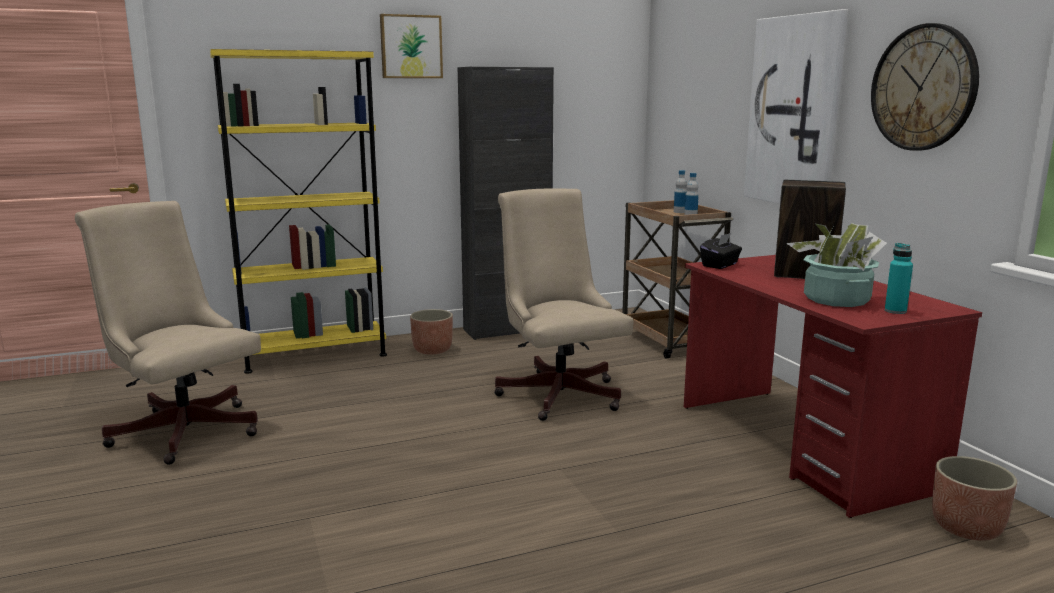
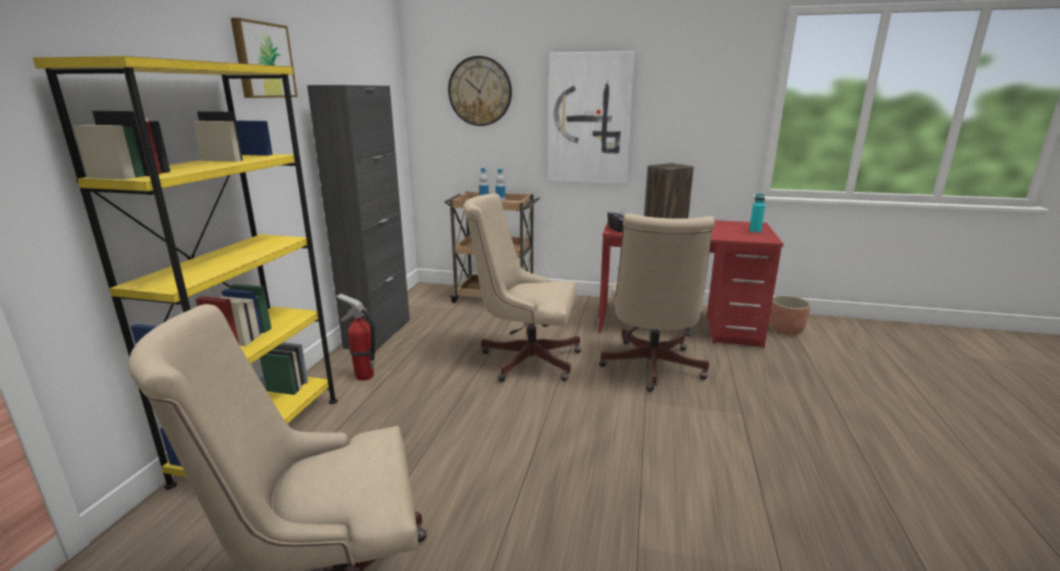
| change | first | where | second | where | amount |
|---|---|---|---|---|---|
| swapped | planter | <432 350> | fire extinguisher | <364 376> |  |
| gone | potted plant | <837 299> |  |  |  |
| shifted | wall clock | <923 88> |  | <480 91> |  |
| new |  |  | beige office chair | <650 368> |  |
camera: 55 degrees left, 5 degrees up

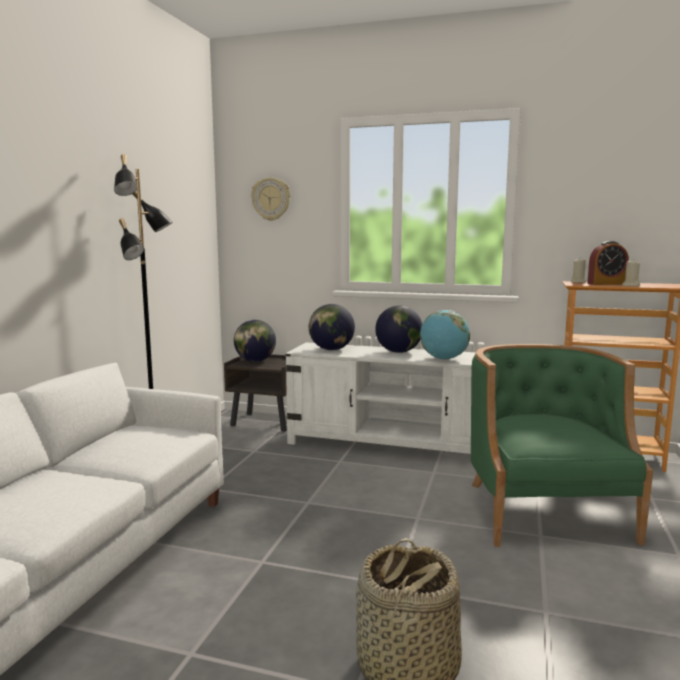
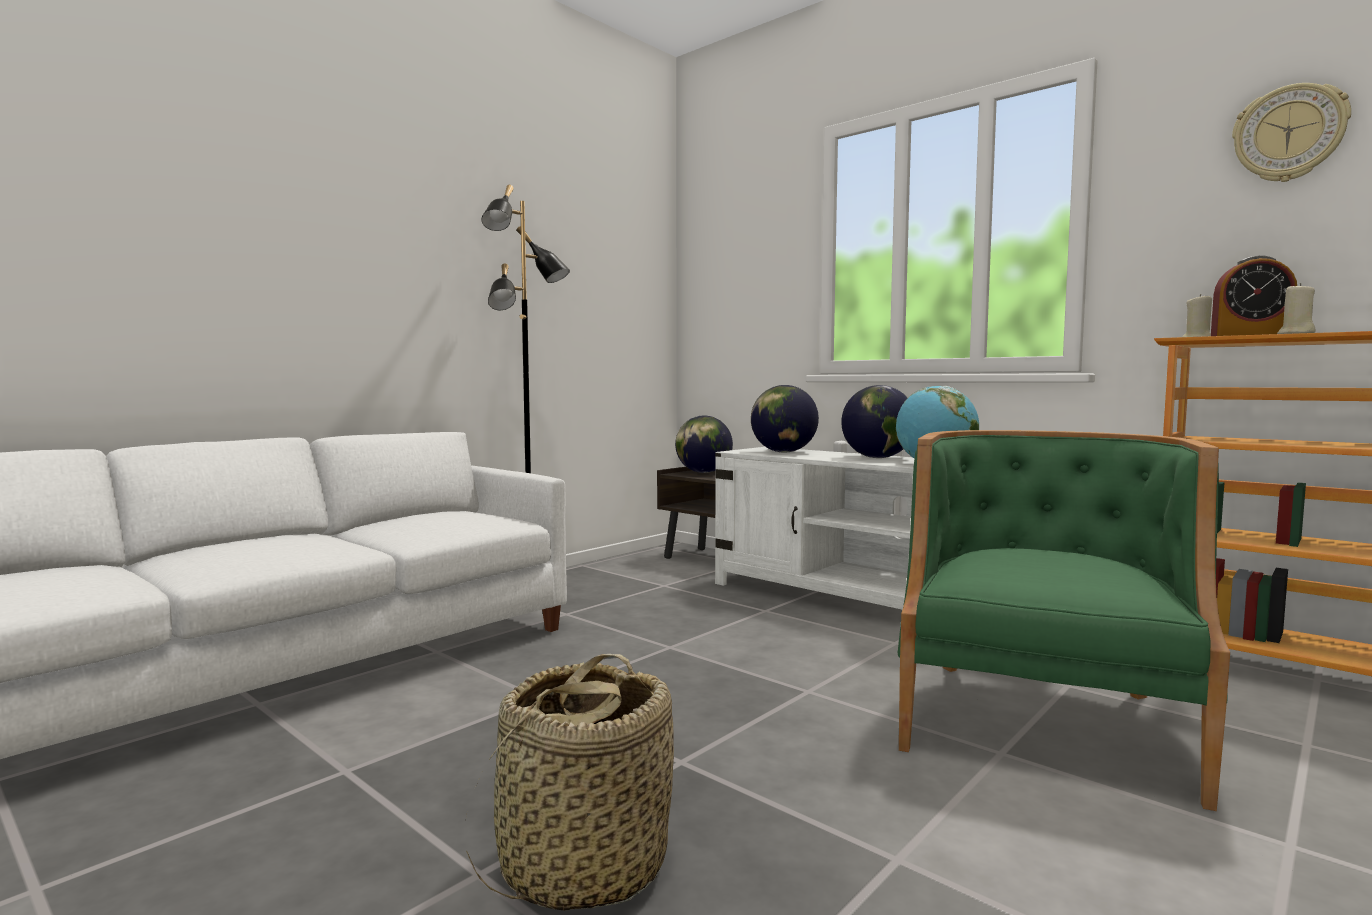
| change | first | where | second | where | amount |
|---|---|---|---|---|---|
| shifted | wall clock | <271 199> |  | <1289 134> |  |
camera: 25 degrees right, 5 degrees down

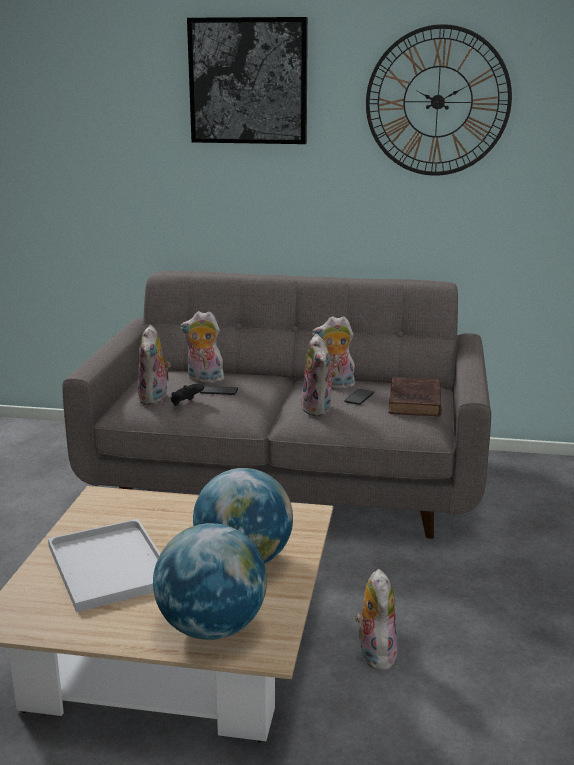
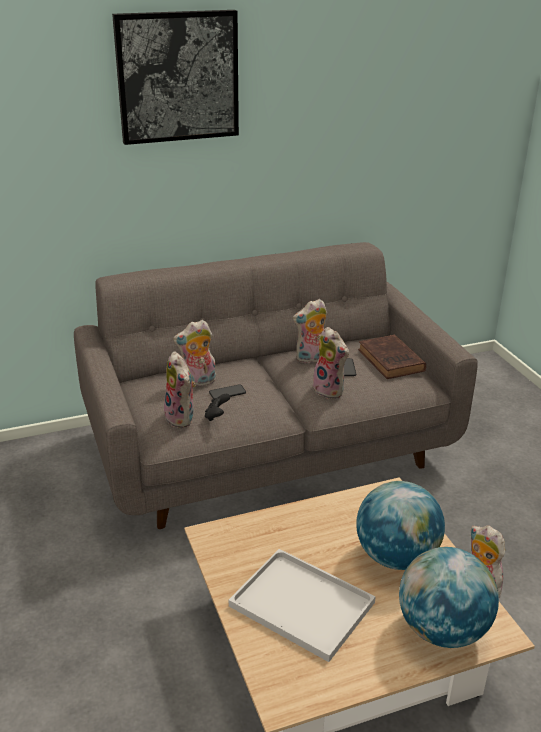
| change | first | where | second | where | amount |
|---|---|---|---|---|---|
| gone | wall clock | <437 102> |  |  |  |
camera: 30 degrees left, 10 degrees up

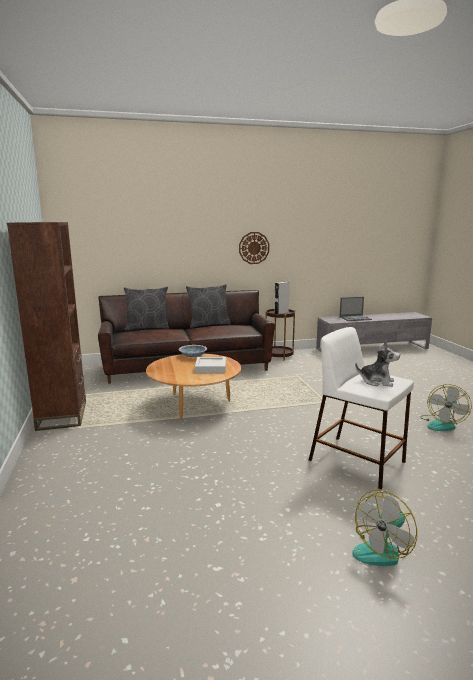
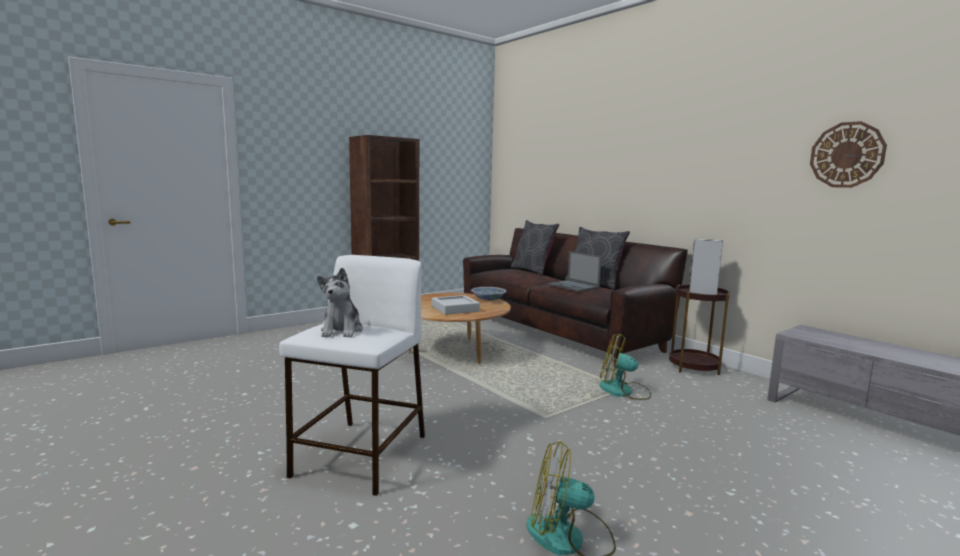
| change | first | where | second | where | amount |
|---|---|---|---|---|---|
| shifted | wall clock | <254 248> |  | <847 155> |  |
| shifted | laptop | <355 318> |  | <573 286> |  |
| shifted | fan | <382 549> |  | <623 391> |  |
camera: 65 degrees right, 5 degrees down

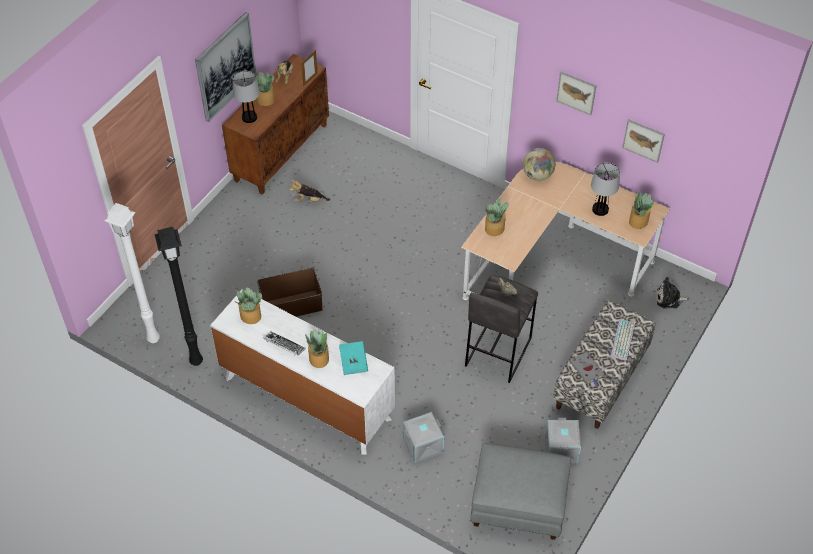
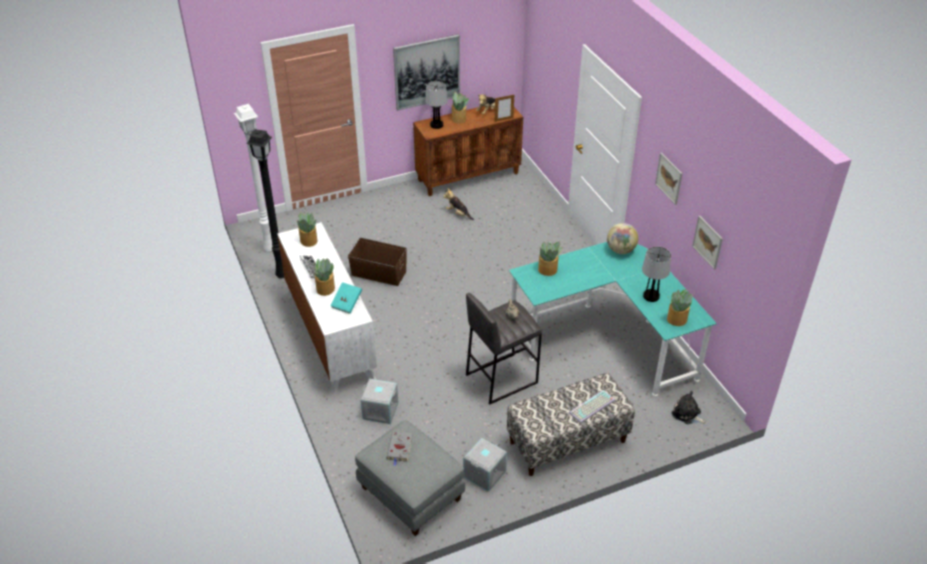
| change | first | where | second | where | amount |
|---|---|---|---|---|---|
| repainted | beige desk | <552 262> | turquoise desk | <607 339> |  |
| shifted | grey book | <587 370> |  | <400 449> |  |
camera: 35 degrees right, 10 degrees down

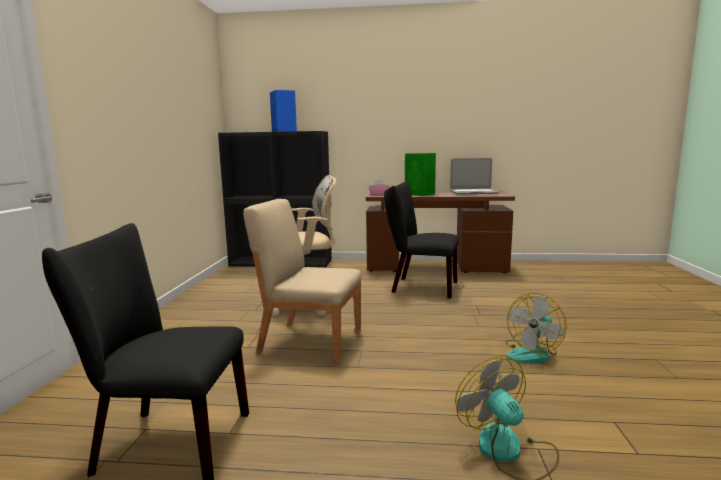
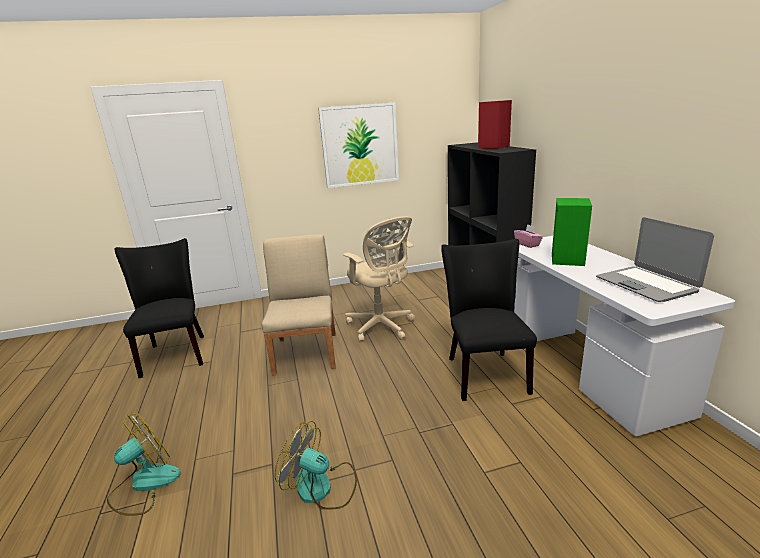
| change | first | where | second | where | amount |
|---|---|---|---|---|---|
| repainted | blue speaker | <284 131> | red speaker | <493 147> |  |
| repainted | brown desk | <435 266> | white desk | <583 365> |  |
| new |  |  | picture | <360 145> |  |
camera: 70 degrees right, 10 degrees up

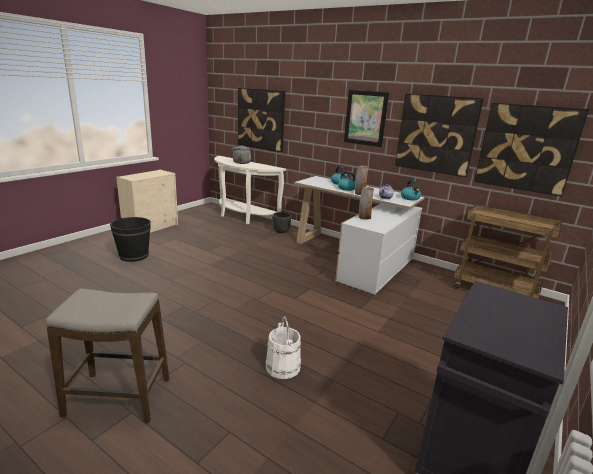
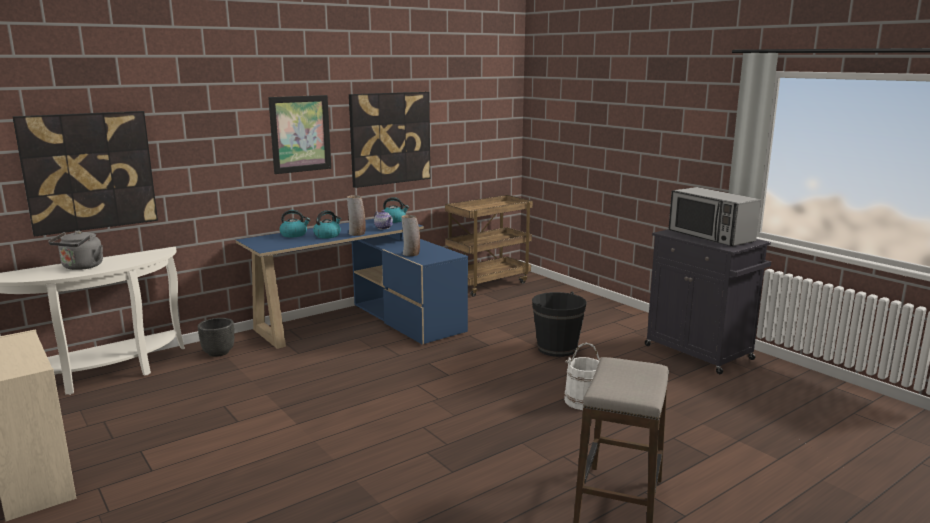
| change | first | where | second | where | amount |
|---|---|---|---|---|---|
| shifted | black bucket | <134 256> |  | <557 348> |  |
| repainted | white desk | <354 257> | blue desk | <362 323> |  |
| gone | picture | <526 148> |  |  |  |
| new |  |  | microwave | <710 236> |  |
camera: 70 degrees left, 5 degrees down

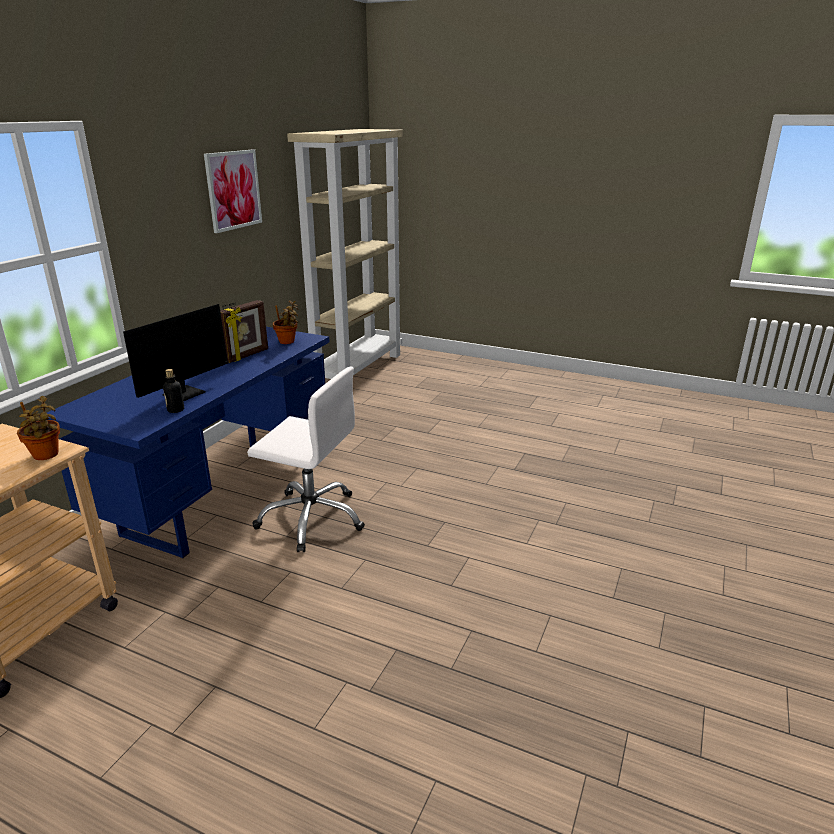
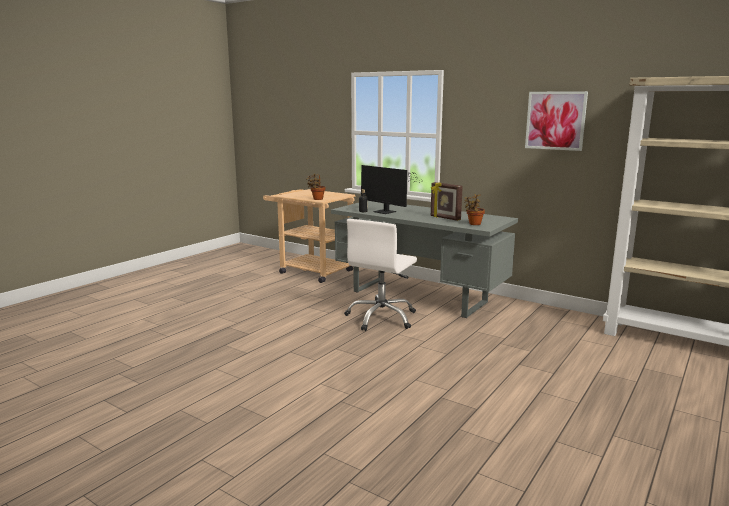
| change | first | where | second | where | amount |
|---|---|---|---|---|---|
| repainted | blue desk | <223 492> | grey desk | <419 297> |  |
camera: 100 degrees right, 10 degrees down

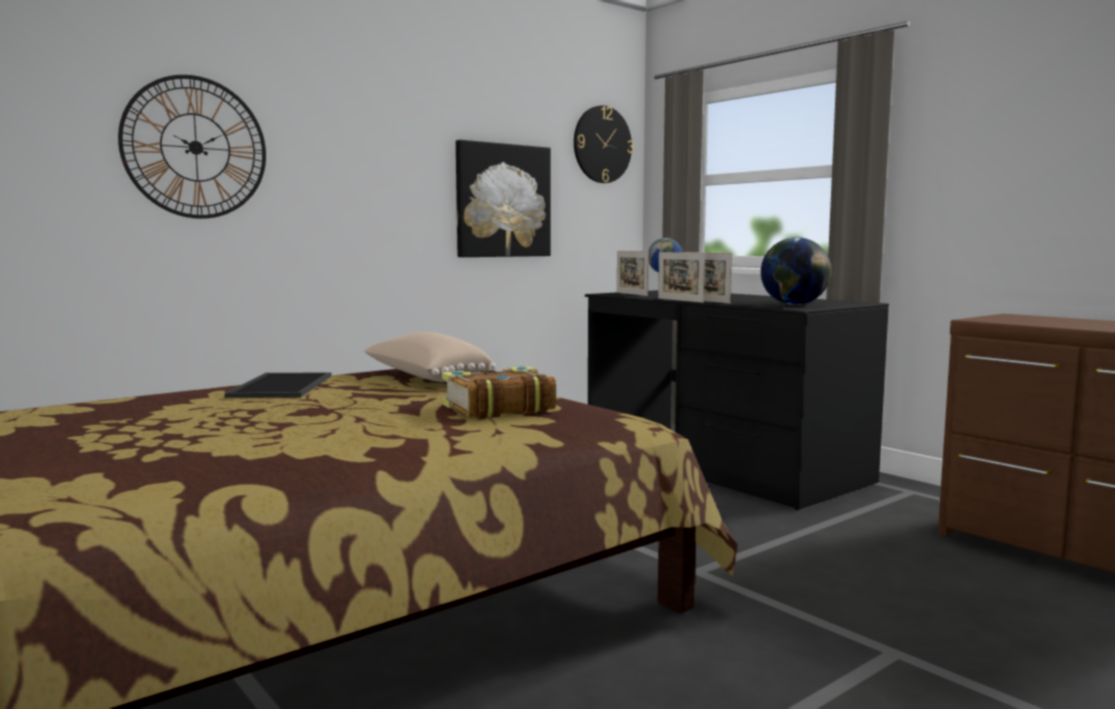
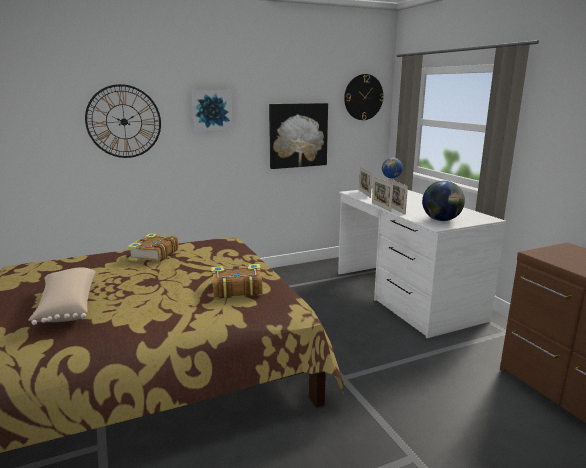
| change | first | where | second | where | amount |
|---|---|---|---|---|---|
| swapped | tray | <283 386> | book | <153 255> |  |
| shifted | beige pillow | <426 379> |  | <66 307> |  |
| repainted | black desk | <721 464> | white desk | <405 295> |  |
| new |  |  | picture | <211 110> |  |
camera: 15 degrees right, 10 degrees up

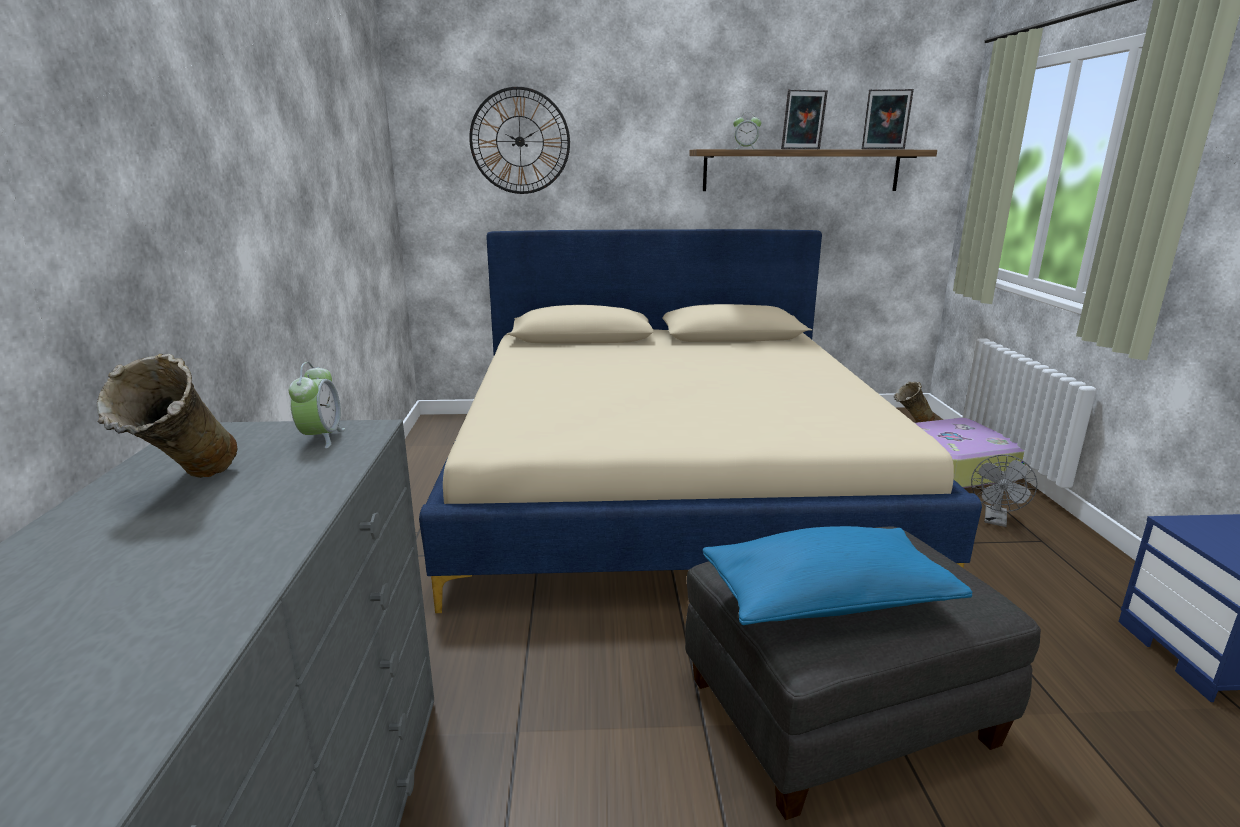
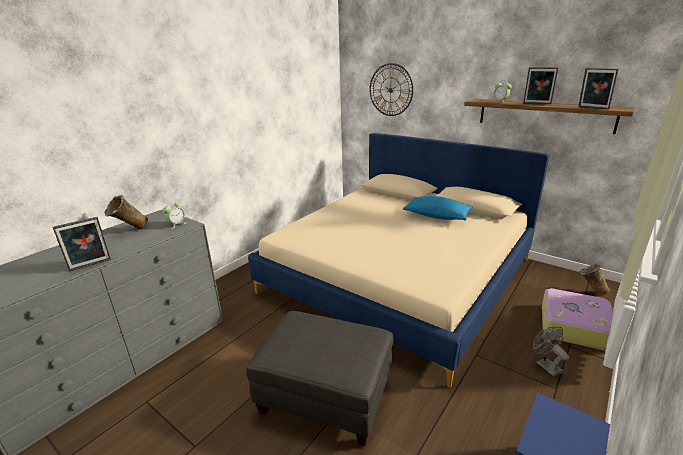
| change | first | where | second | where | amount |
|---|---|---|---|---|---|
| shifted | blue pillow | <826 601> |  | <437 216> |  |
| rotated | grey fan | <995 521> |  | <545 365> | 90 degrees clockwise |
| new |  |  | picture frame | <90 265> |  |
camera: 40 degrees right, 5 degrees up

